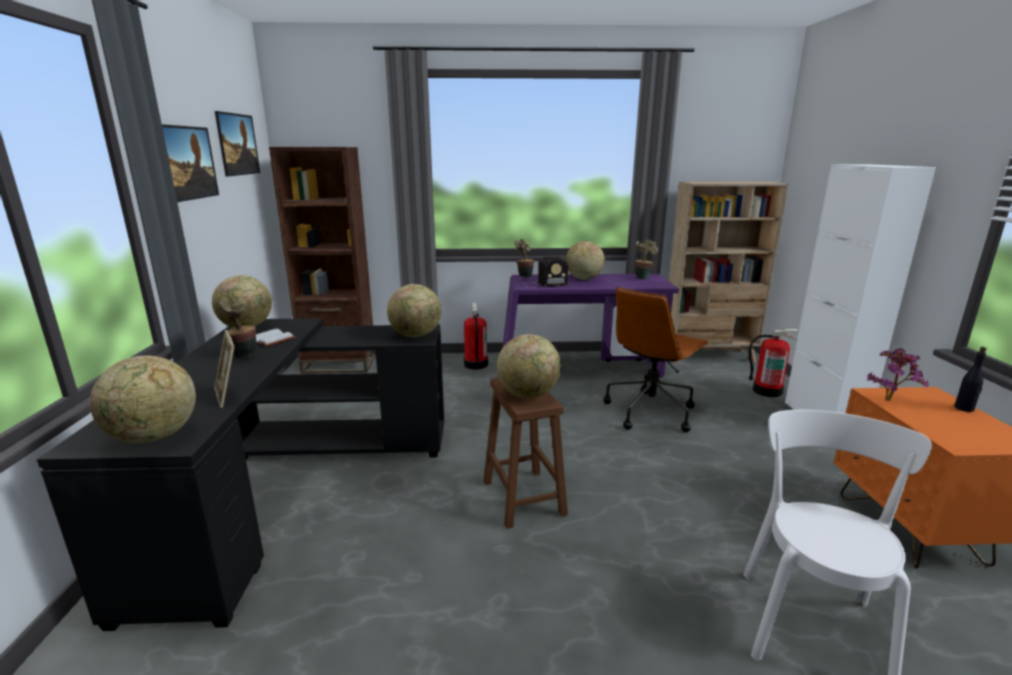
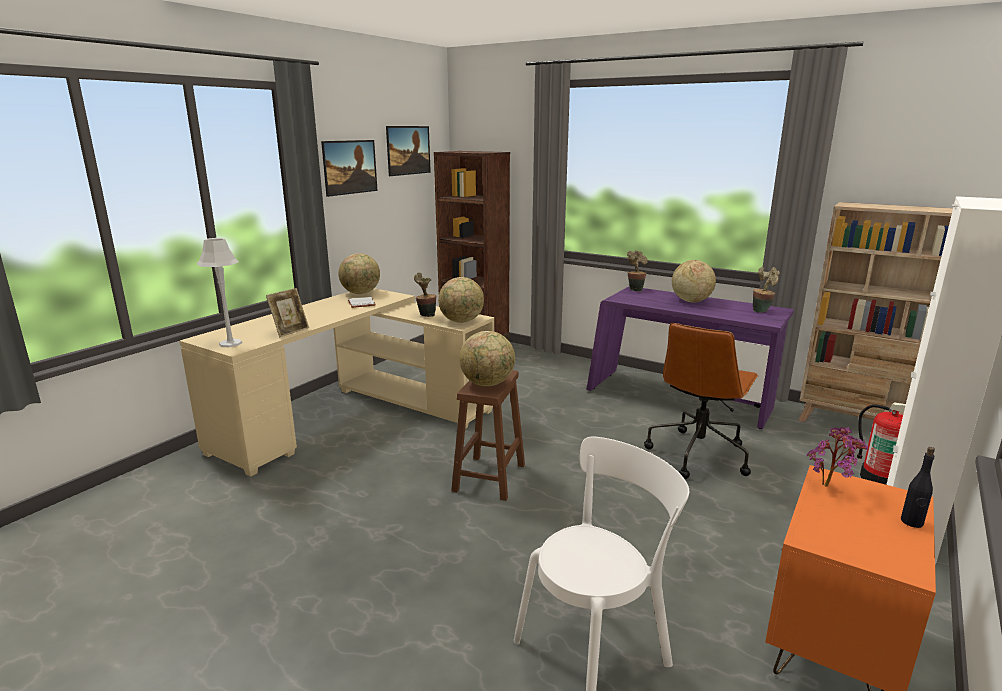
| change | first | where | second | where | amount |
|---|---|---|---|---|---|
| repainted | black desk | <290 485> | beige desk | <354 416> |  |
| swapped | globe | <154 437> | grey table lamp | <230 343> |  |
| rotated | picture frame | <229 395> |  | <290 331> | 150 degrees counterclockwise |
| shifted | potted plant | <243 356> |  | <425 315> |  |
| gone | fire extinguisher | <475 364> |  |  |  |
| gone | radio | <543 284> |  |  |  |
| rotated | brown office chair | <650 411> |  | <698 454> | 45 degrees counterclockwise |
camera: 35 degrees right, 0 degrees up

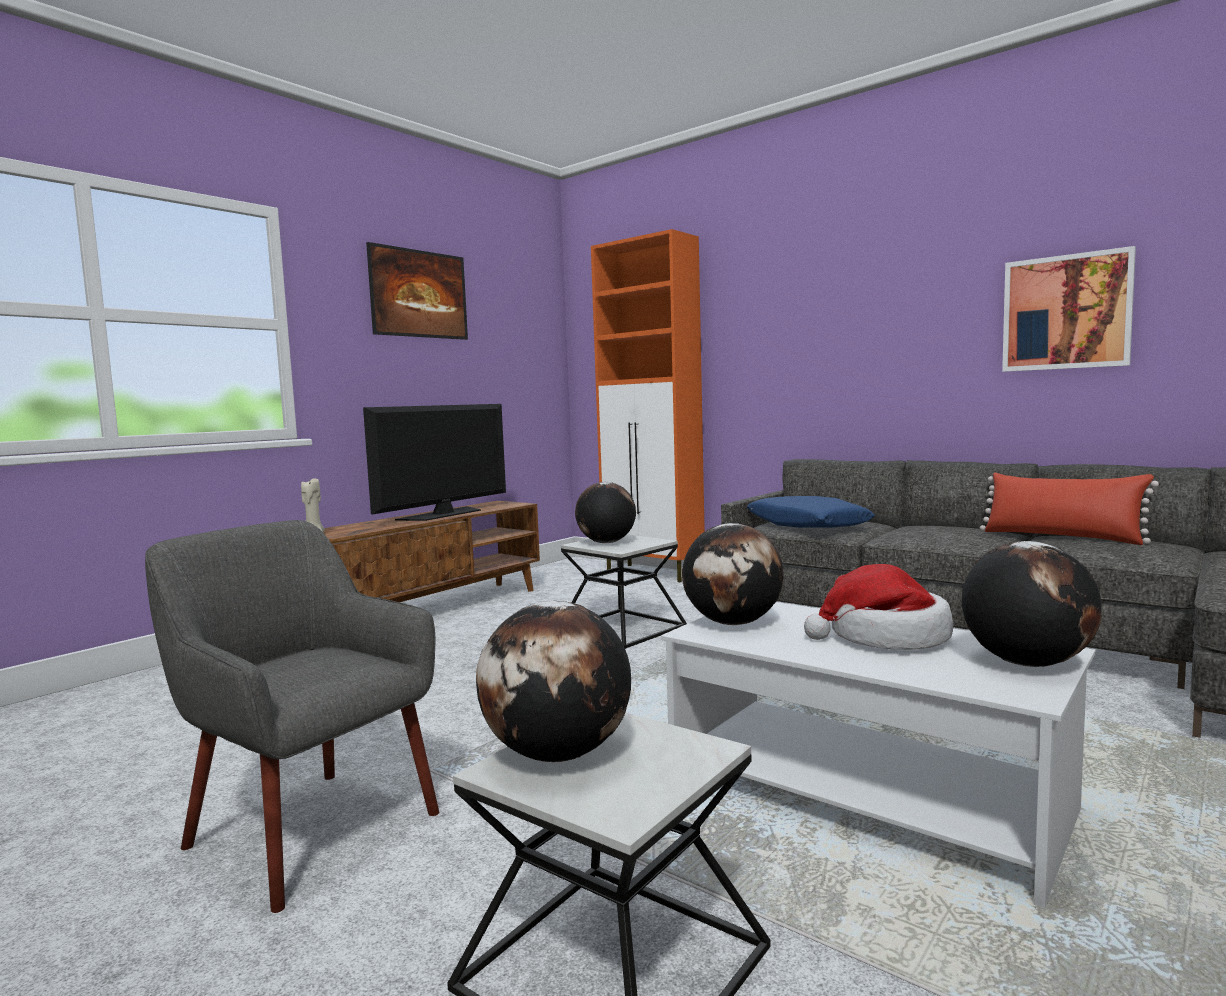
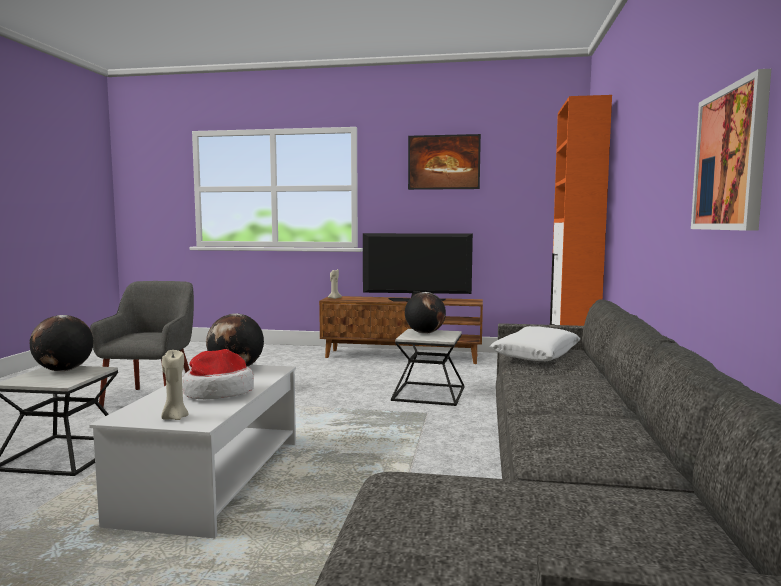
| change | first | where | second | where | amount |
|---|---|---|---|---|---|
| repainted | blue pillow | <807 525> | white pillow | <536 354> |  |
| swapped | globe | <1026 663> | beige candle | <174 418> |  |
| gone | red pillow | <1061 537> |  |  |  |
camera: 60 degrees right, 0 degrees up

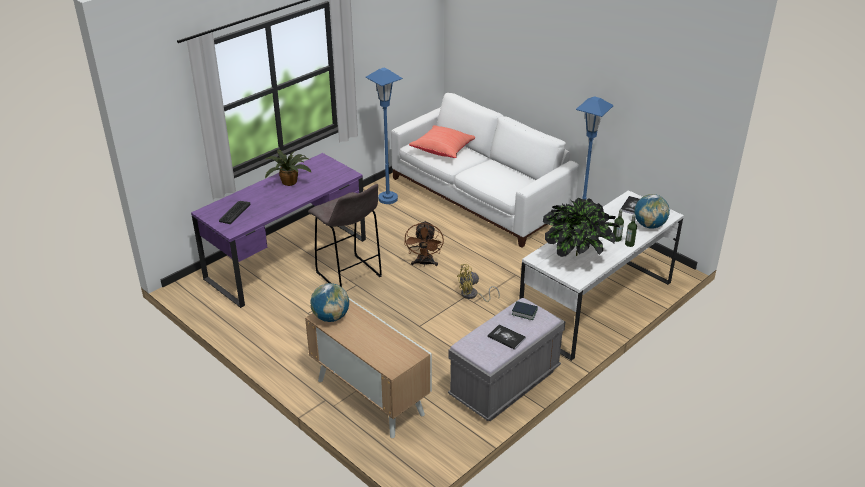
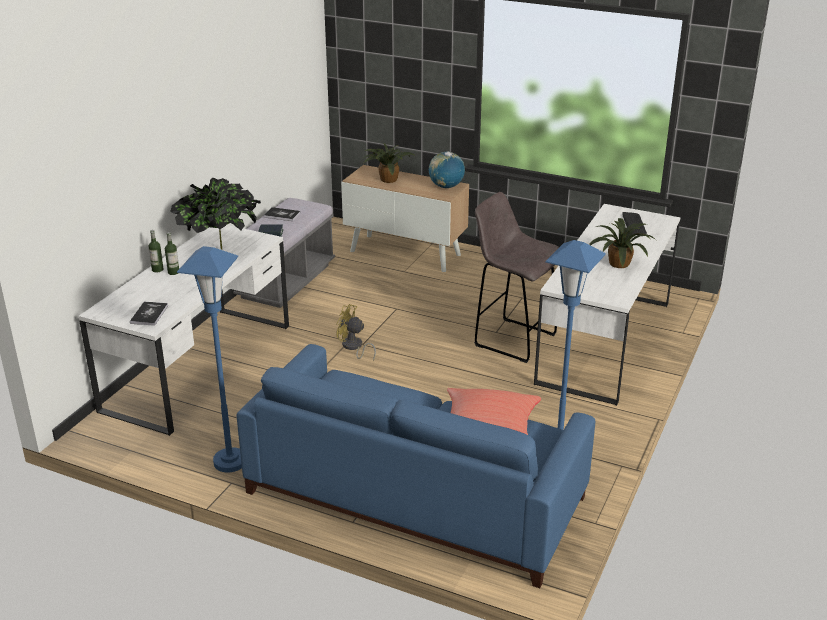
| change | first | where | second | where | amount |
|---|---|---|---|---|---|
| repainted | purple desk | <287 259> | white desk | <604 342> |  |
| repainted | white sofa | <479 196> | blue sofa | <415 493> |  |
| gone | brown fan | <424 263> |  |  |  |
| rotated | yellow fan | <472 295> |  | <353 347> | 120 degrees counterclockwise |
| gone | globe | <649 225> |  |  |  |
| new |  |  | potted plant | <387 179> |  |
camera: 160 degrees right, 5 degrees down

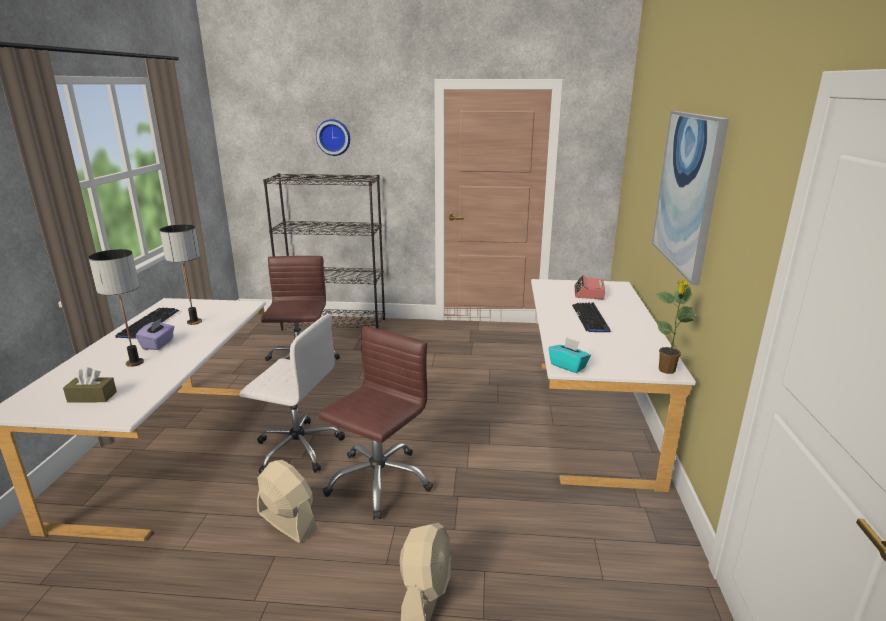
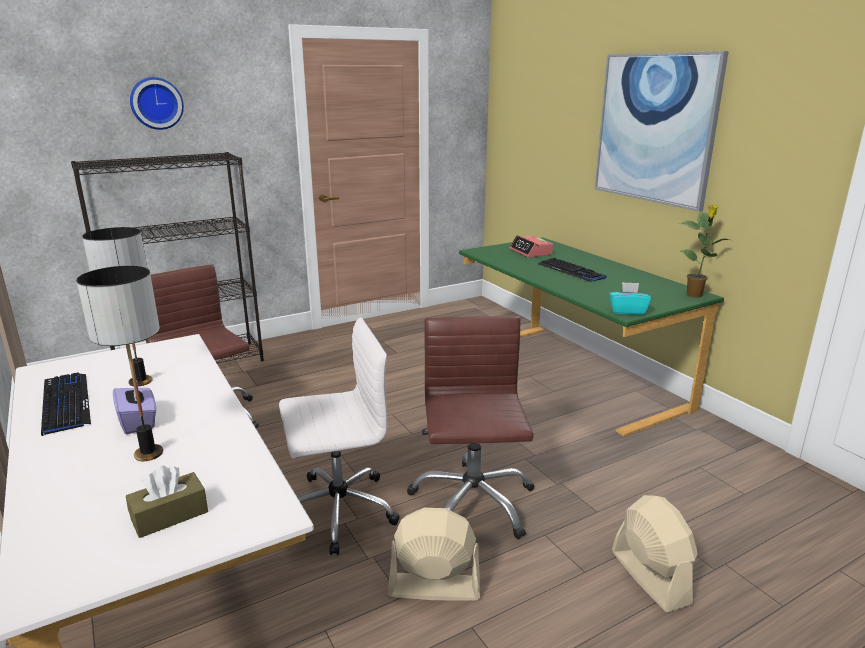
| change | first | where | second | where | amount |
|---|---|---|---|---|---|
| repainted | white desk | <586 415> | green desk | <568 374> |  |
camera: 35 degrees left, 0 degrees up

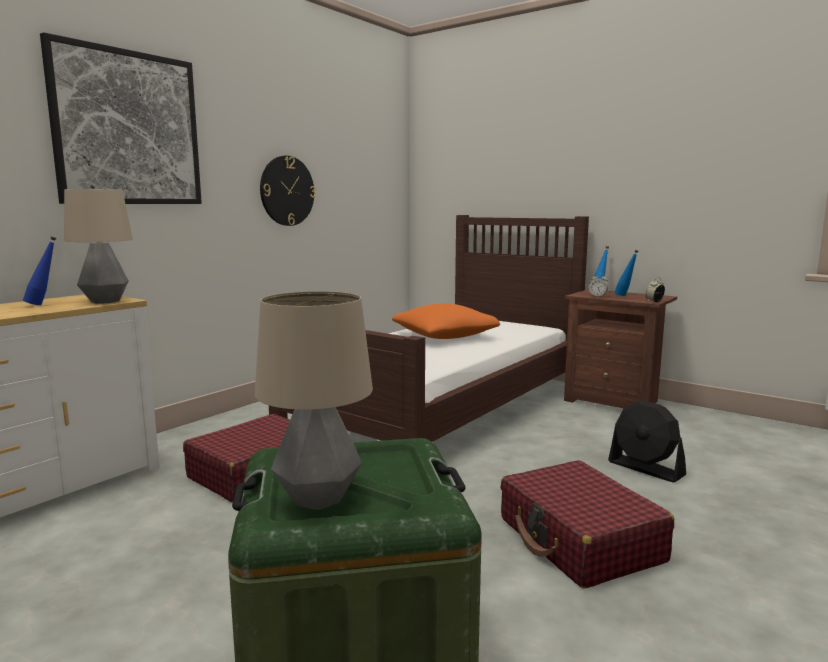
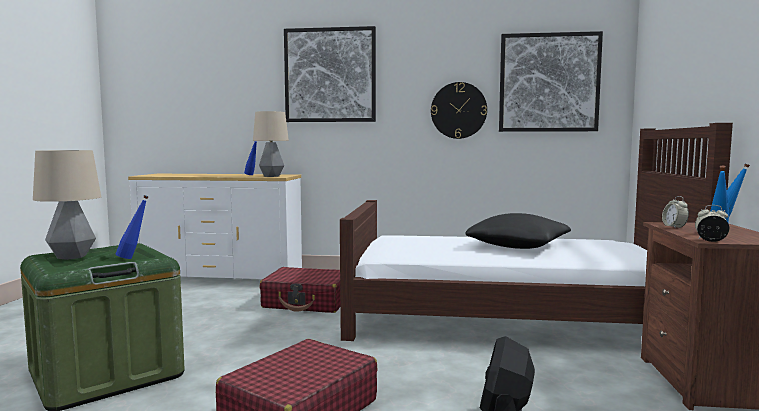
| change | first | where | second | where | amount |
|---|---|---|---|---|---|
| repainted | orange pillow | <444 336> | black pillow | <518 246> |  |
| new |  |  | blue bottle | <134 258> |  |
| new |  |  | picture | <549 83> |  |
camera: 60 degrees right, 5 degrees down

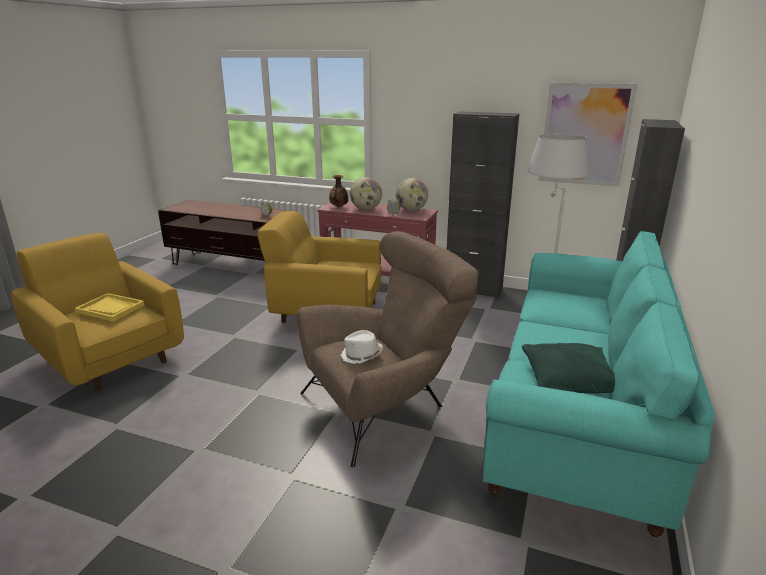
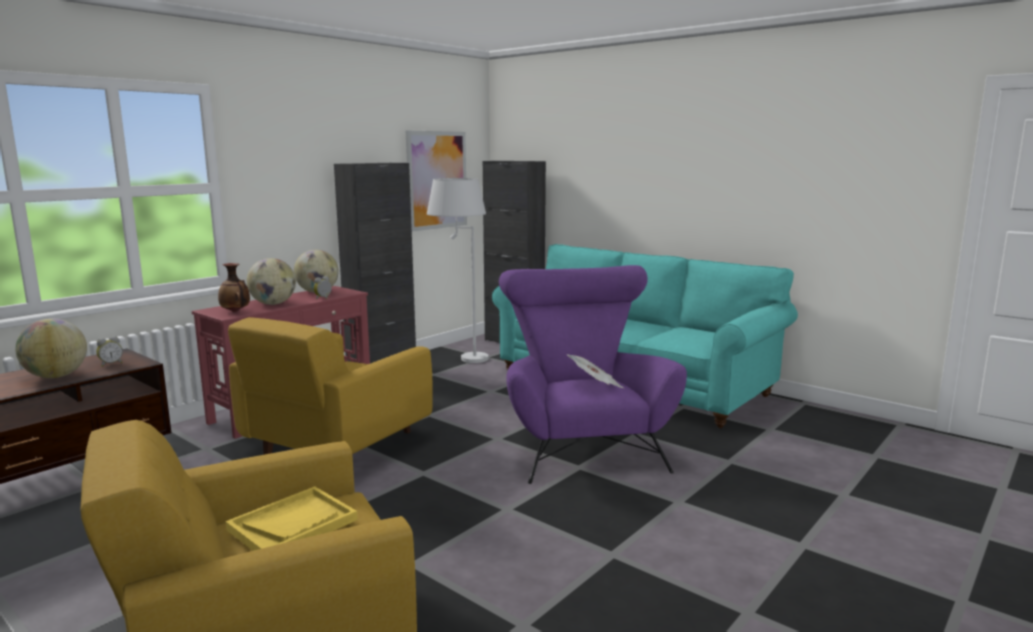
| change | first | where | second | where | amount |
|---|---|---|---|---|---|
| repainted | brown armchair | <385 405> | purple armchair | <580 445> |  |
| swapped | white hat | <361 356> | newspaper | <595 385> |  |
| gone | green pillow | <569 381> |  |  |  |
| new |  |  | globe | <56 376> |  |
camera: 70 degrees left, 10 degrees down

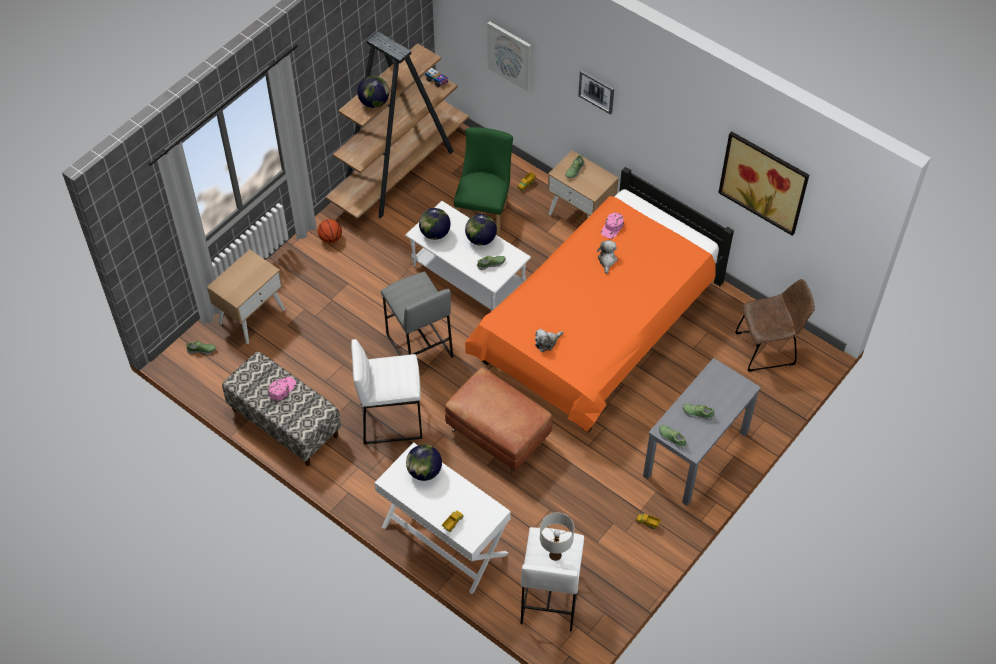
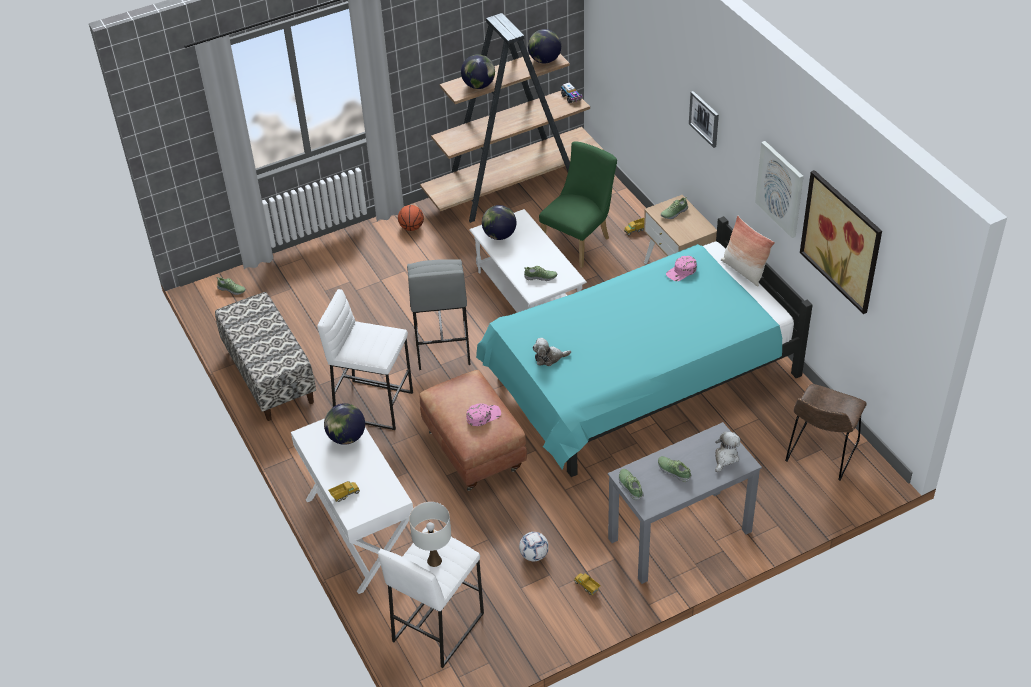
| change | first | where | second | where | amount |
|---|---|---|---|---|---|
| gone | beige nightstand | <252 316> |  |  |  |
| shifted | pink cap | <282 389> |  | <483 415> |  |
| repainted | orange bed | <598 327> | turquoise bed | <639 380> |  |
| shifted | globe | <480 239> |  | <544 60> |  |
| shifted | picture | <510 55> |  | <780 188> |  |
| shifted | plush toy | <607 260> |  | <725 457> |  |
| rotated | brown chair | <768 348> |  | <820 454> | 105 degrees clockwise |
| new |  |  | football | <534 555> |  |
| new |  |  | pillow | <744 270> |  |
camera: 25 degrees right, 10 degrees down

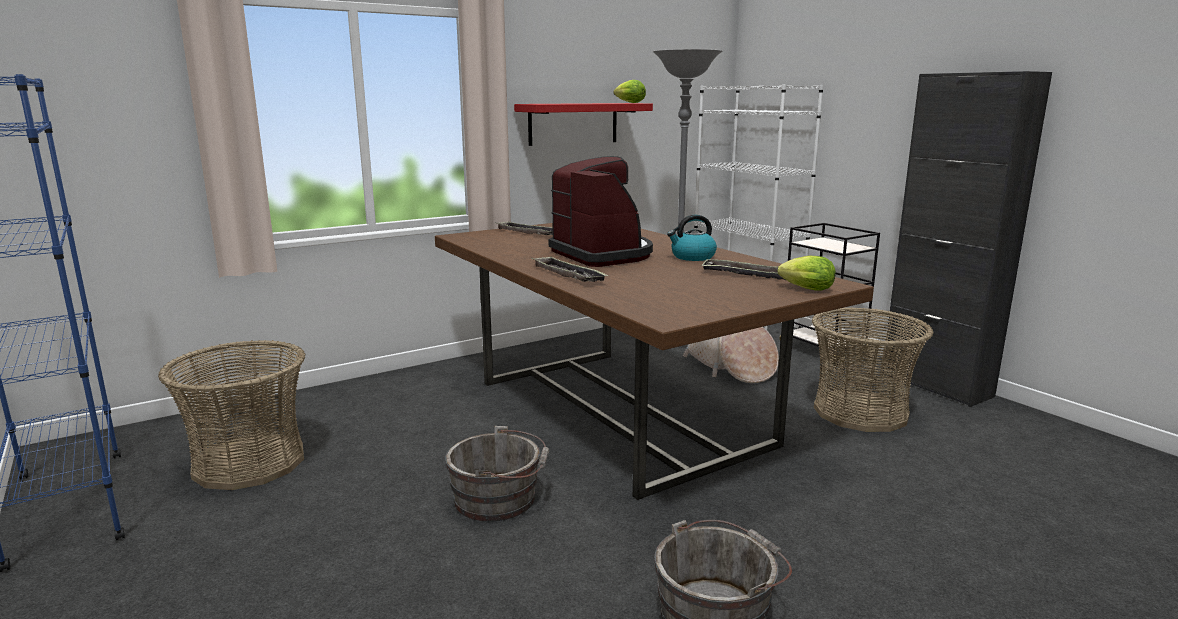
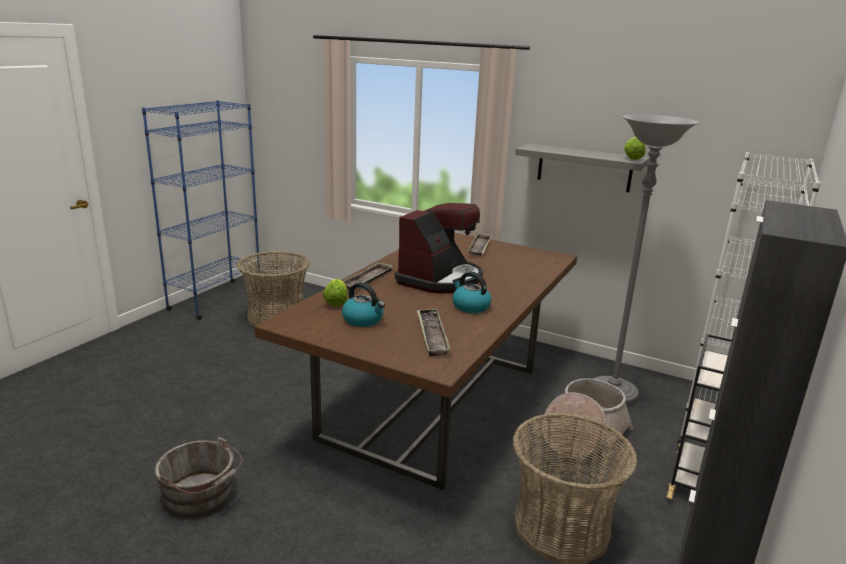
| change | first | where | second | where | amount |
|---|---|---|---|---|---|
| gone | grey bucket | <500 499> |  |  |  |
| repainted | red shelf | <573 123> | grey shelf | <584 167> |  |
| shifted | lettuce | <804 289> |  | <336 302> |  |
| new |  |  | kettle | <363 320> |  |
camera: 60 degrees right, 5 degrees up

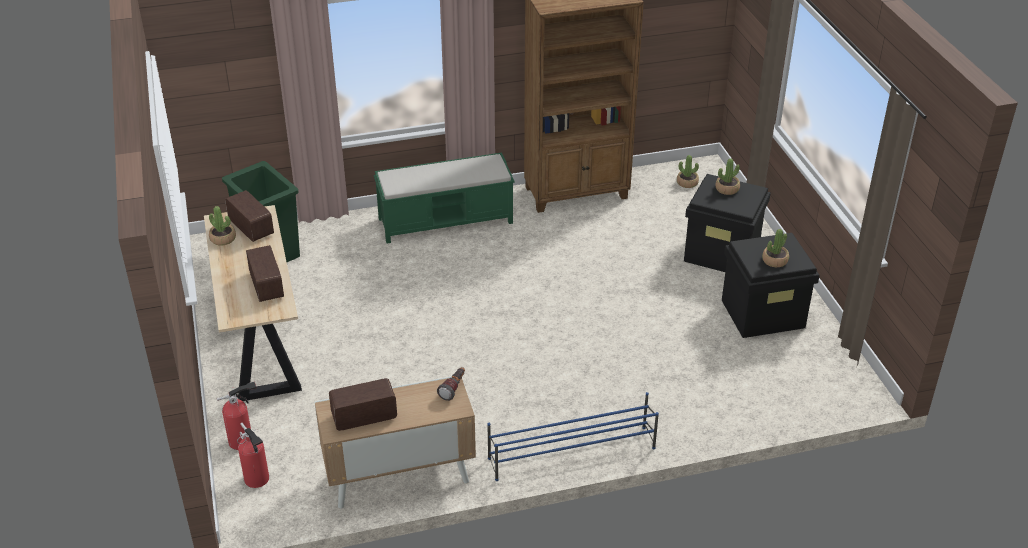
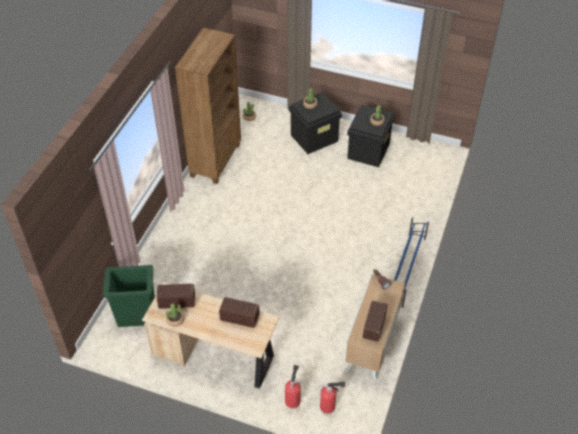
| change | first | where | second | where | amount |
|---|---|---|---|---|---|
| gone | green bench | <446 220> |  |  |  |
camera: 55 degrees left, 10 degrees up

